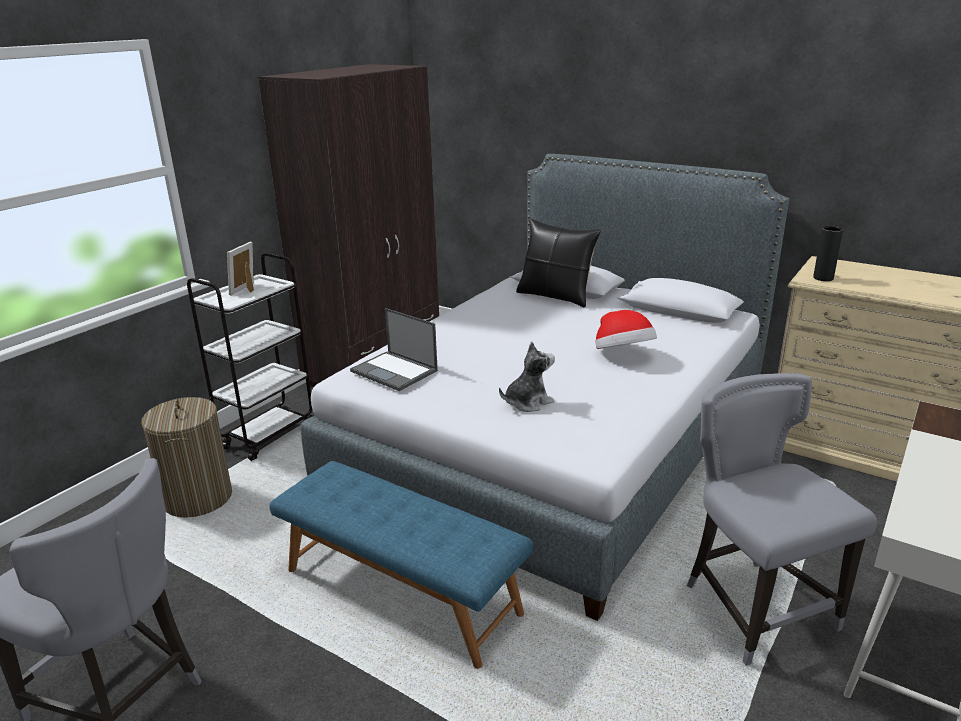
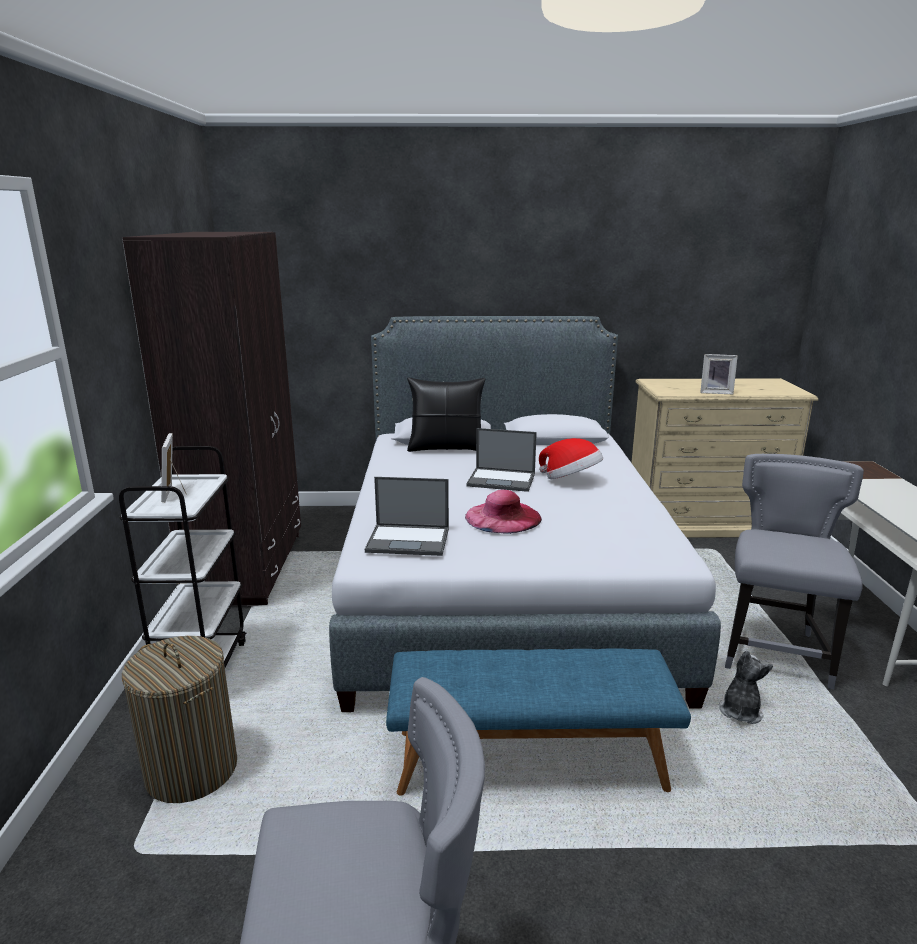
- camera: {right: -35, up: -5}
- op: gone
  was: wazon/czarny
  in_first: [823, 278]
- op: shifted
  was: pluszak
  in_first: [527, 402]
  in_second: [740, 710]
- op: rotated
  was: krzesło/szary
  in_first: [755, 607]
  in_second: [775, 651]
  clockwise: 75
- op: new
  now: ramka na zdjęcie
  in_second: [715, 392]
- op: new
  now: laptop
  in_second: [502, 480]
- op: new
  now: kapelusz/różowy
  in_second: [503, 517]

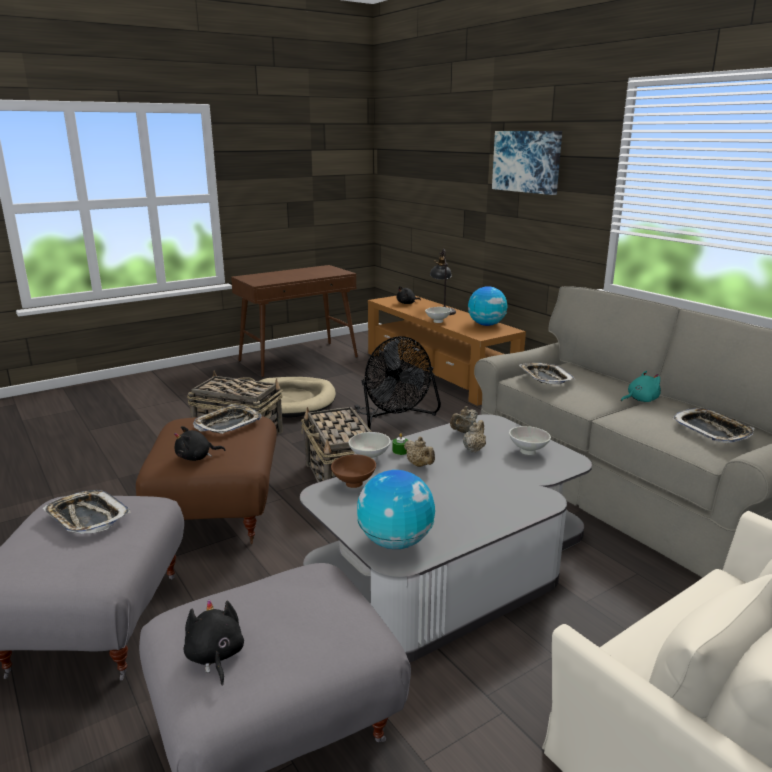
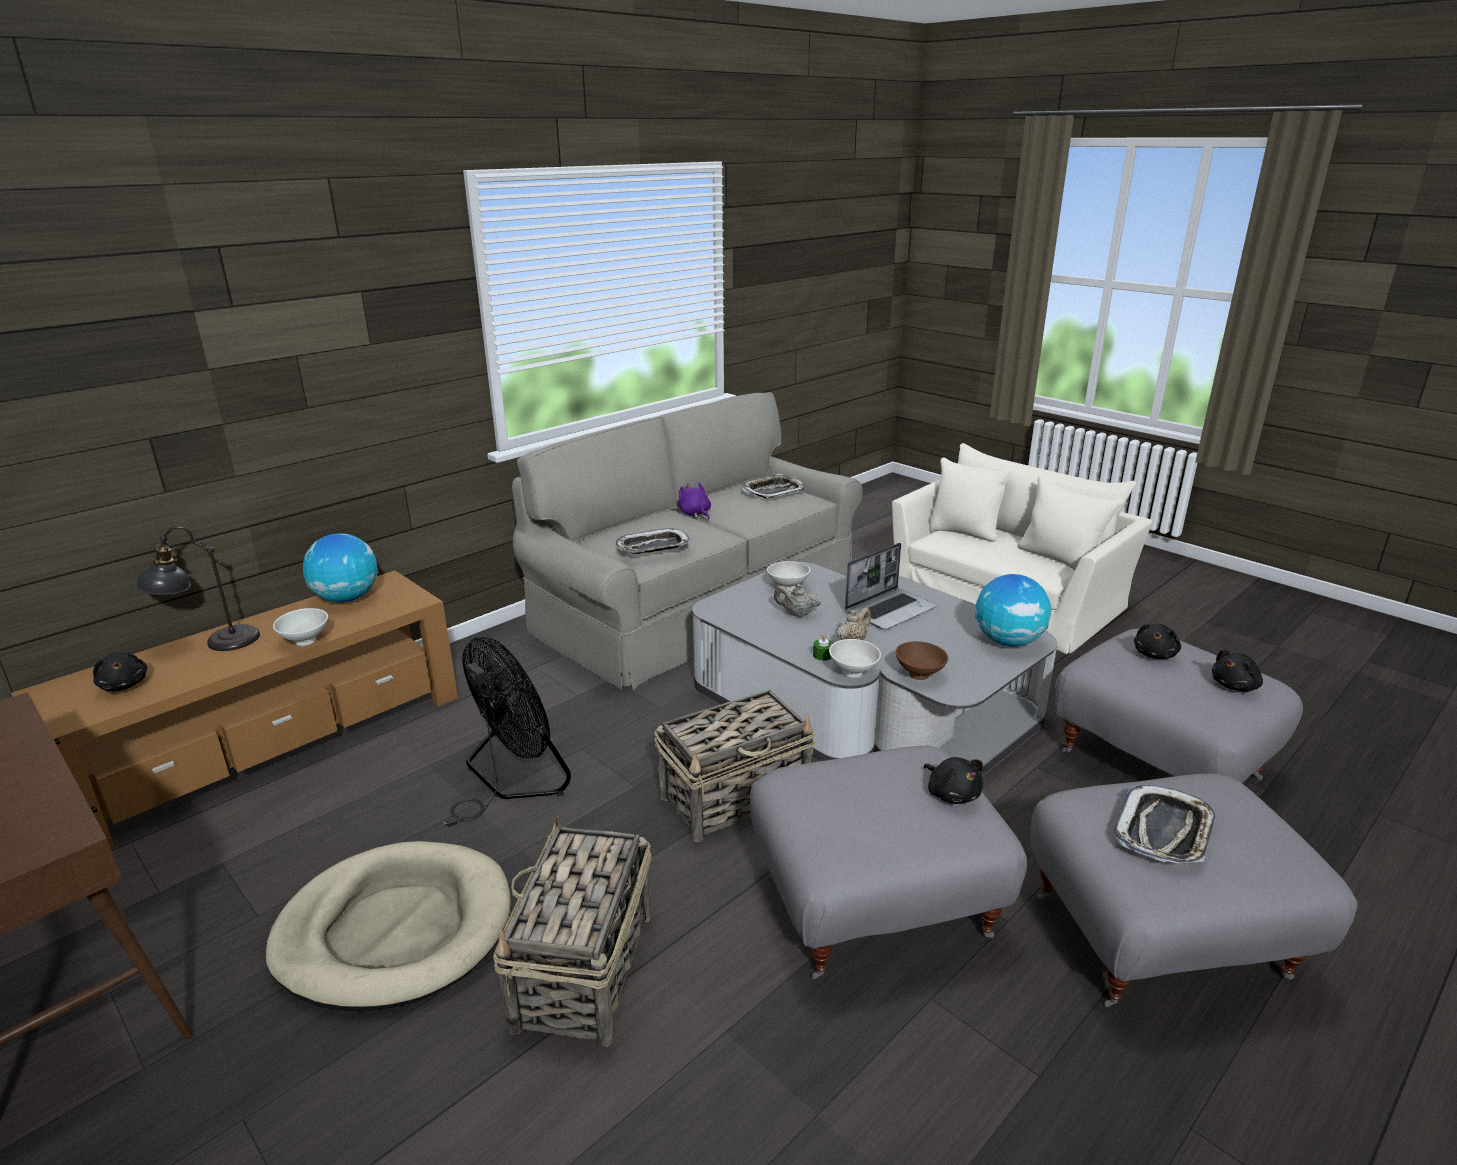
- camera: {right: -100, up: 5}
- op: gone
  was: obraz
  in_first: [527, 161]
- op: repainted
  was: pluszak/turkusowy
  now: pluszak/fioletowy
  in_first: [640, 400]
  in_second: [695, 514]
- op: gone
  was: taca
  in_first: [228, 424]
- op: gone
  was: imbryk/beżowy
  in_first: [464, 432]
- op: repainted
  was: pufa/brązowy
  now: pufa/szary
  in_first: [219, 513]
  in_second: [875, 903]
- op: new
  now: laptop
  in_second: [890, 610]
- op: new
  now: pluszak/czarny
  in_second: [1155, 654]

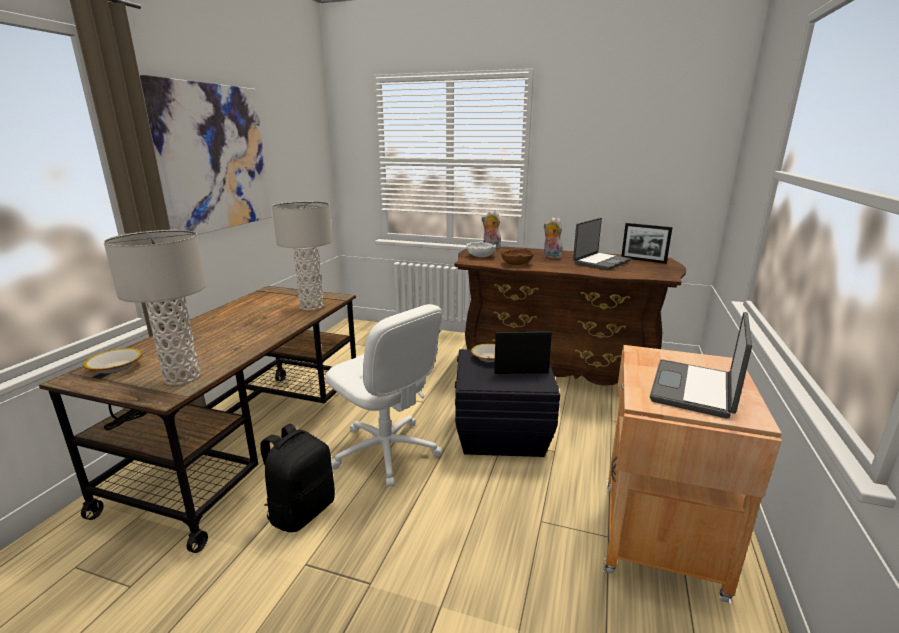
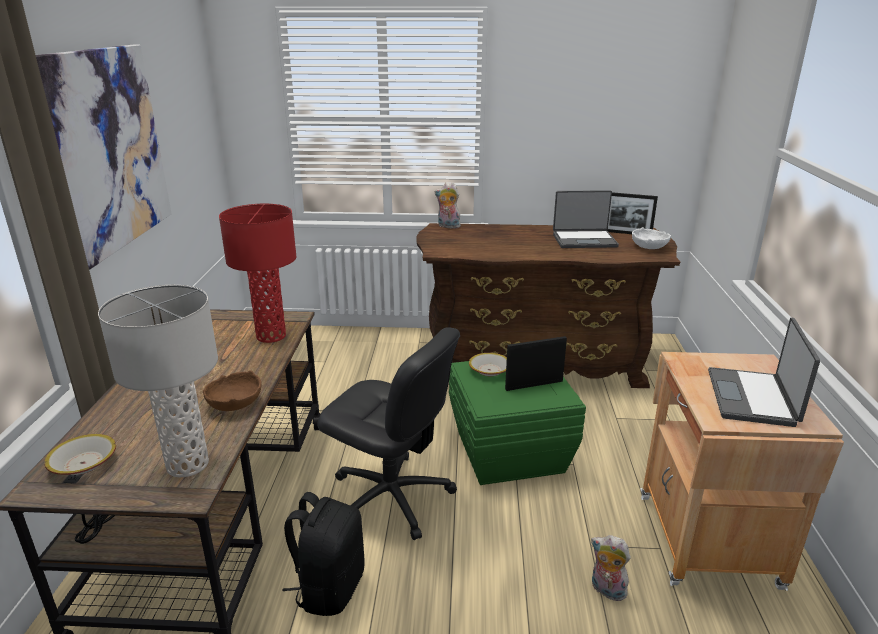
- camera: {right: -15, up: 5}
- op: repainted
  was: lampa stołowa/biały
  now: lampa stołowa/czerwony
  in_first: [311, 306]
  in_second: [270, 336]
- op: shifted
  was: pluszak
  in_first: [551, 257]
  in_second: [606, 590]
- op: rotated
  was: laptop
  in_first: [600, 262]
  in_second: [584, 240]
  clockwise: 60
- op: shifted
  was: miska/biały
  in_first: [481, 256]
  in_second: [649, 247]
- op: shifted
  was: miska/brązowy
  in_first: [516, 264]
  in_second: [234, 404]
- op: repainted
  was: krzesło biurowe/biały
  now: krzesło biurowe/czarny
  in_first: [386, 451]
  in_second: [391, 497]
- op: repainted
  was: pojemnik do przechowywania/czarny
  now: pojemnik do przechowywania/zielony
  in_first: [501, 432]
  in_second: [508, 451]

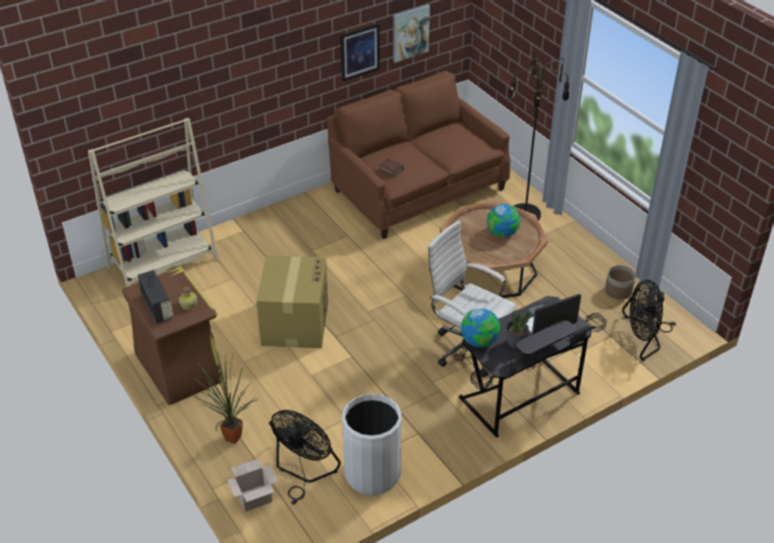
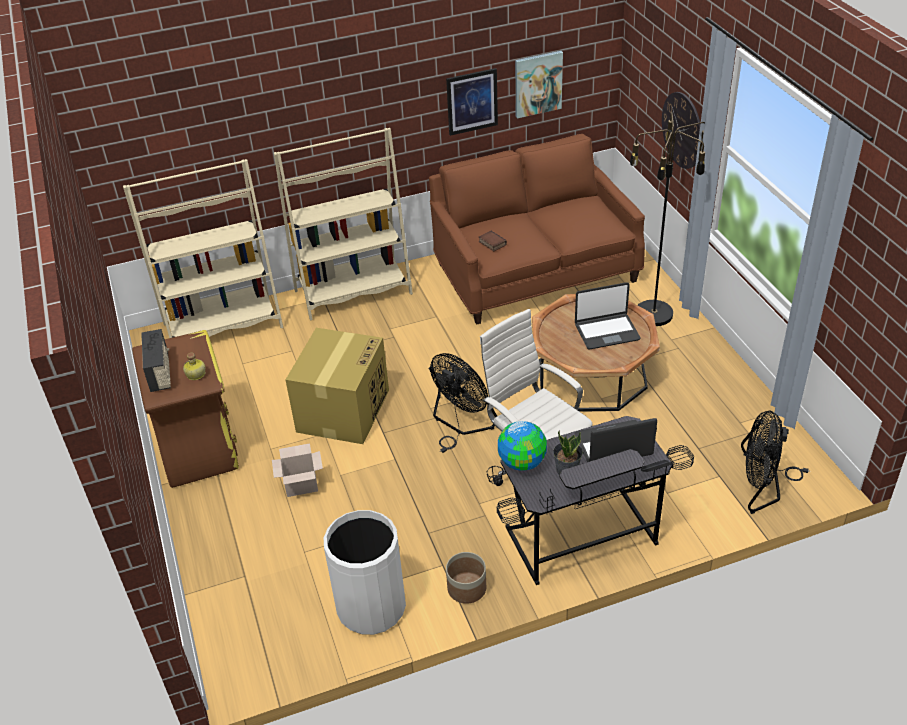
- camera: {right: 15, up: 0}
- op: swapped
  was: globus
  now: laptop
  in_first: [502, 233]
  in_second: [606, 332]
- op: shifted
  was: donica
  in_first: [618, 291]
  in_second: [466, 588]
- op: gone
  was: roślina doniczkowa
  in_first: [231, 440]
- op: shifted
  was: wentylator/czarny
  in_first: [301, 469]
  in_second: [457, 421]
- op: shifted
  was: karton
  in_first: [255, 497]
  in_second: [302, 484]
- op: new
  now: zegar ścienny
  in_second: [682, 130]
- op: new
  now: regał/beżowy
  in_second: [353, 292]

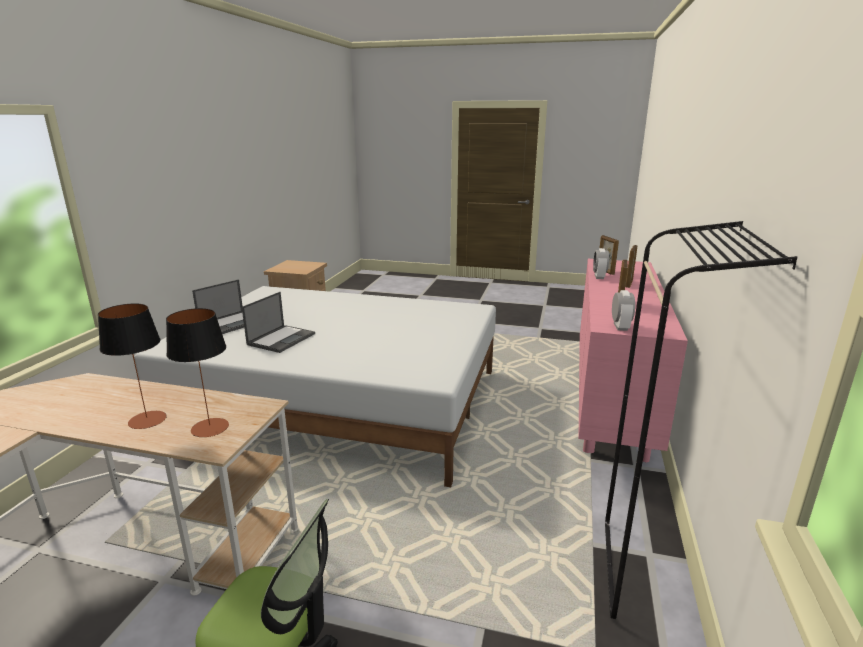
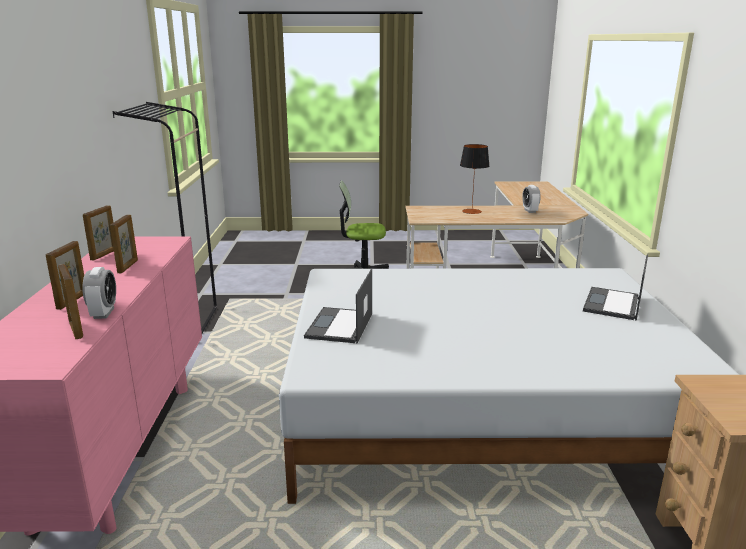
- camera: {right: 165, up: 0}
- op: shifted
  was: budzik
  in_first: [620, 327]
  in_second: [530, 211]
- op: shifted
  was: laptop
  in_first: [281, 339]
  in_second: [339, 326]
- op: gone
  was: lampa stołowa
  in_first: [210, 427]
- op: new
  now: ramka na zdjęcie
  in_second: [104, 254]

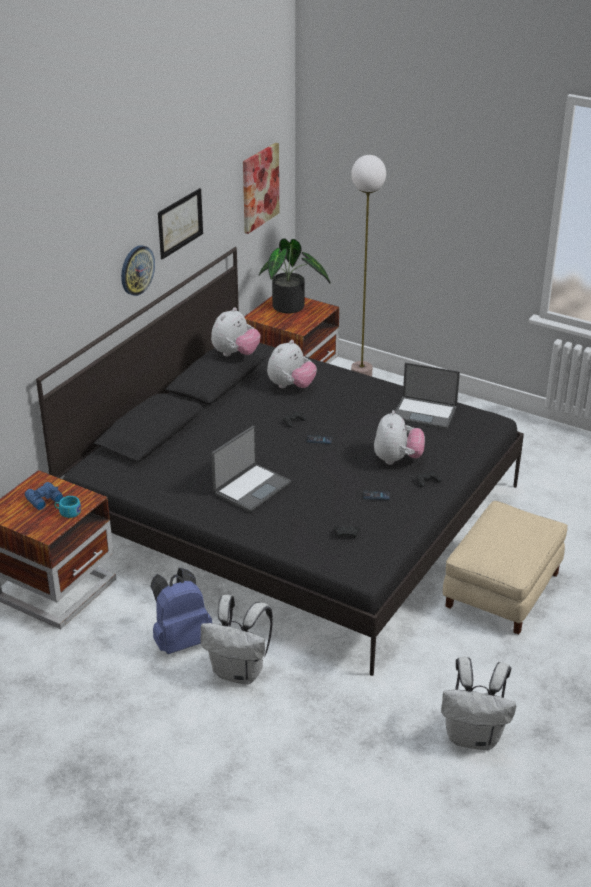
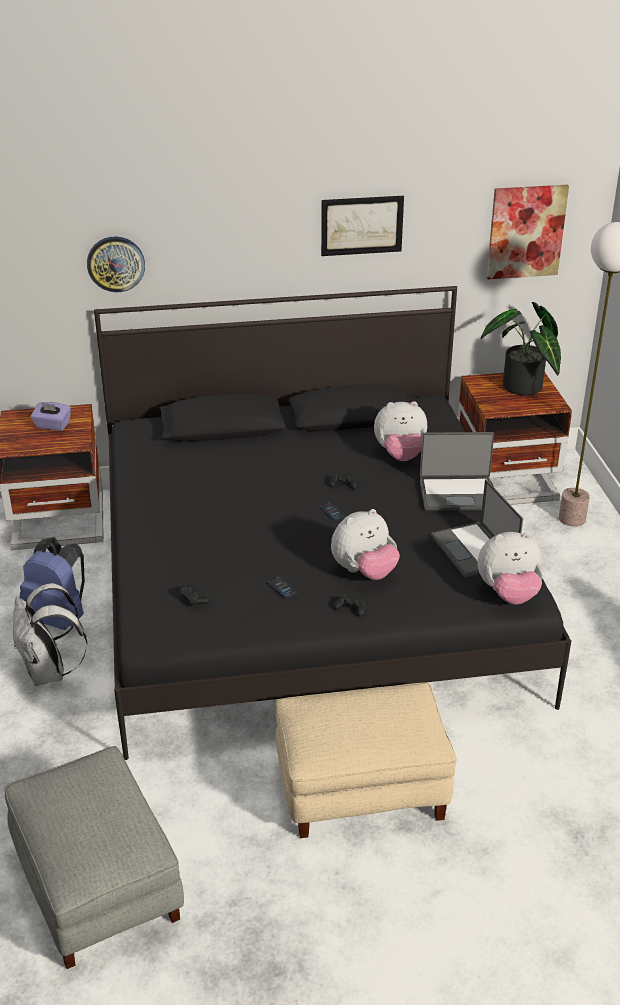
- camera: {right: 50, up: 0}
- op: shifted
  was: zegar ścienny
  in_first: [136, 270]
  in_second: [116, 263]
- op: shifted
  was: pluszak
  in_first: [235, 354]
  in_second: [508, 594]
- op: shifted
  was: laptop
  in_first: [251, 488]
  in_second: [457, 494]
- op: swapped
  was: lornetka/niebieski
  now: pudełko chusteczek/fioletowy
  in_first: [43, 500]
  in_second: [52, 426]
- op: gone
  was: filiżanka/turkusowy
  in_first: [68, 512]
- op: swapped
  was: plecak/biały
  now: pufa/szary
  in_first: [474, 736]
  in_second: [99, 883]

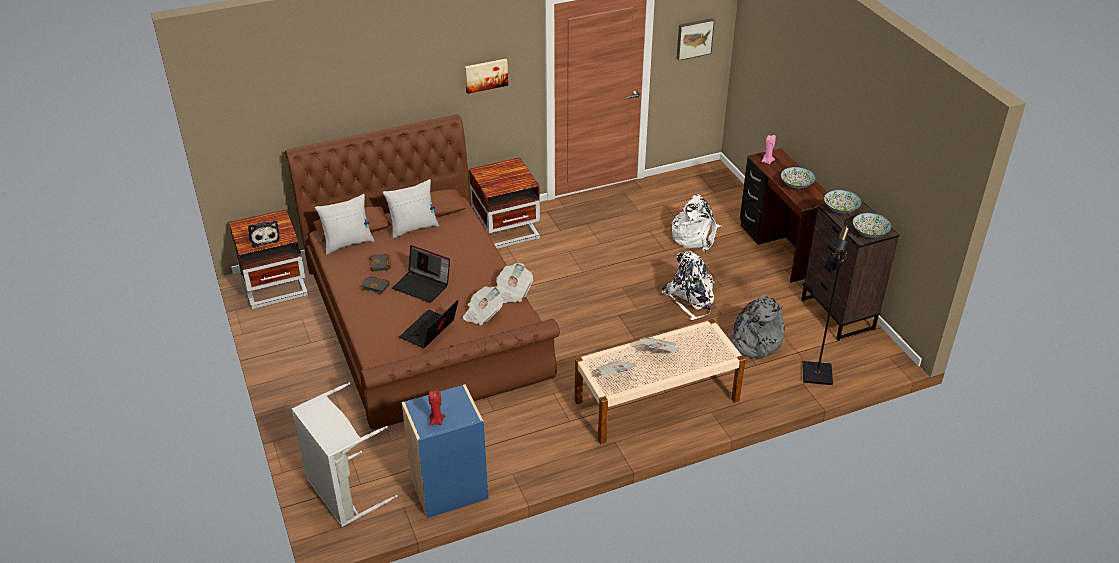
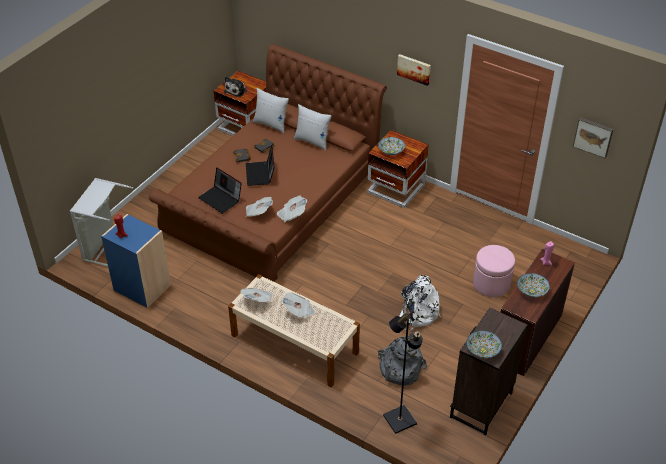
- camera: {right: 55, up: 5}
- op: shifted
  was: miska
  in_first: [841, 209]
  in_second: [391, 151]
- op: swapped
  was: plecak/biały
  now: pufa/różowy
  in_first: [695, 236]
  in_second: [491, 283]
- op: rotated
  was: laptop
  in_first: [429, 332]
  in_second: [221, 199]
  clockwise: -135

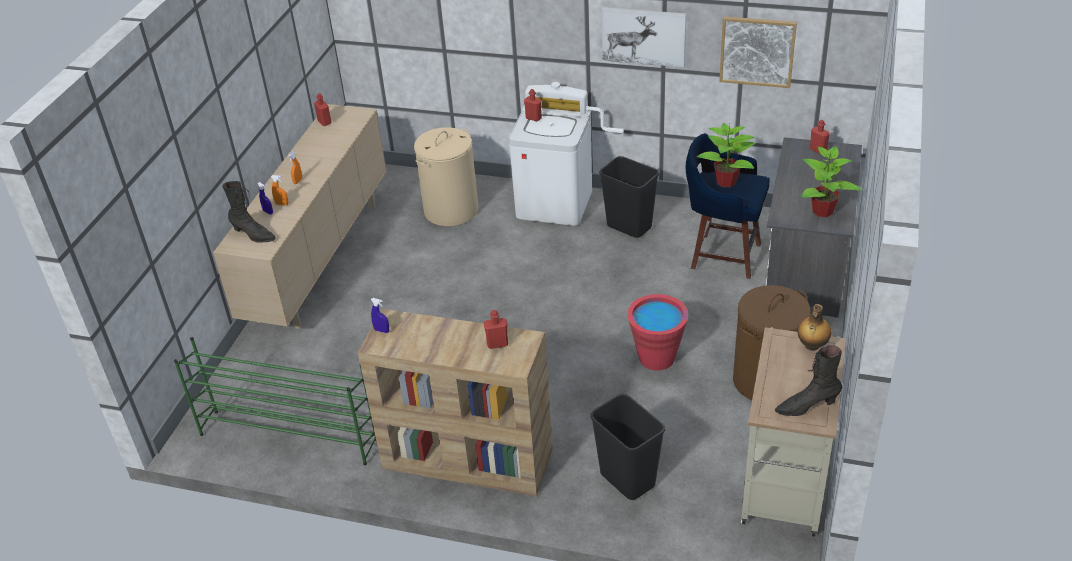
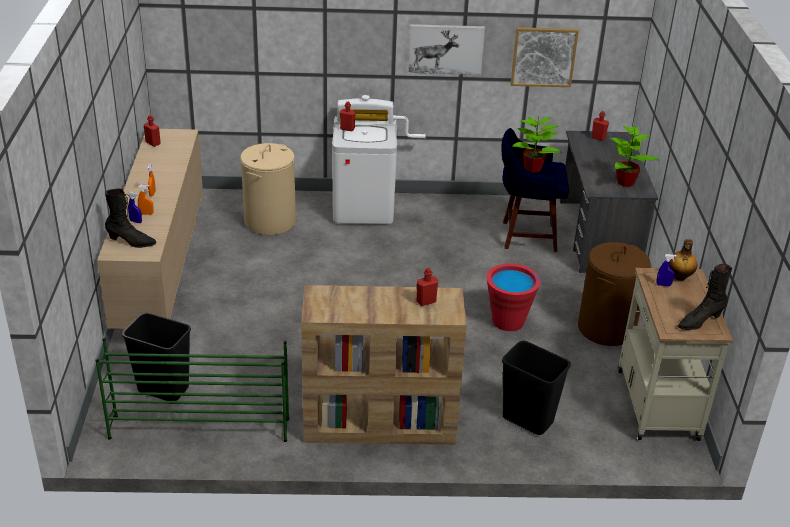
- camera: {right: -20, up: -5}
- op: shifted
  was: kosz na śmieci/czarny
  in_first: [630, 226]
  in_second: [164, 389]
- op: shifted
  was: spryskiwacz/niebieski
  in_first: [381, 330]
  in_second: [663, 285]

